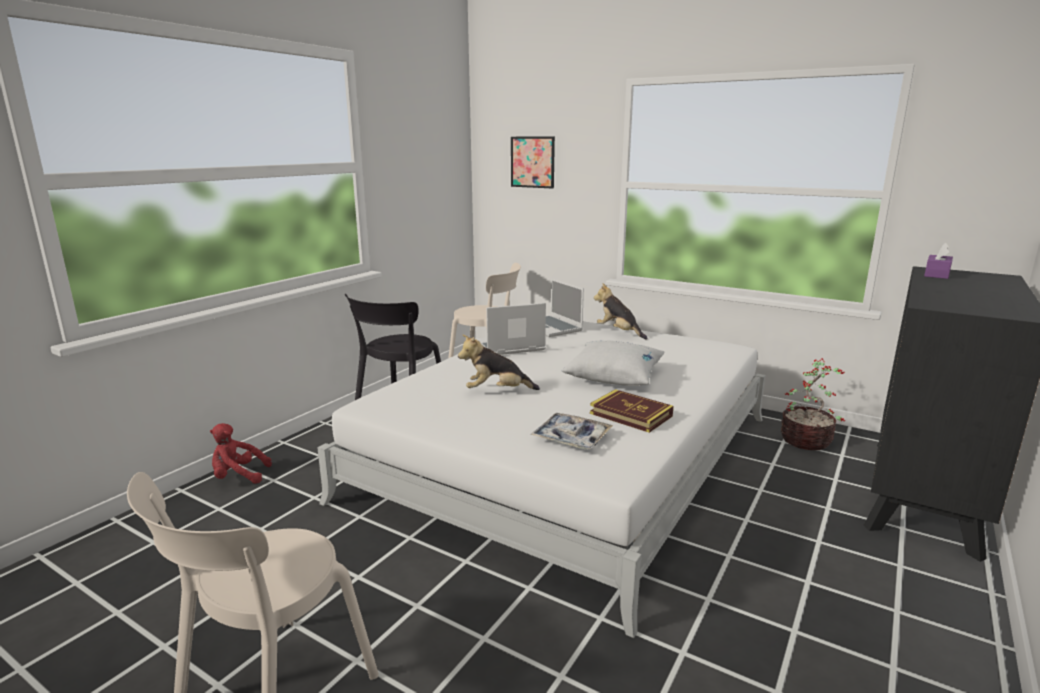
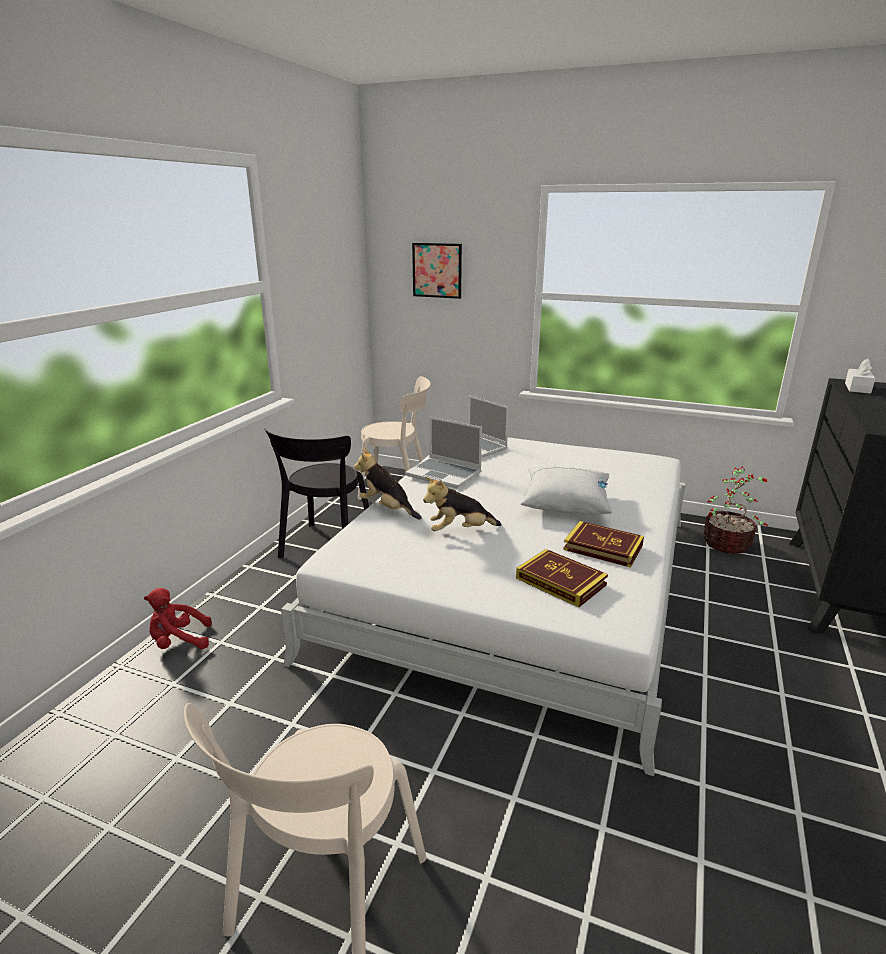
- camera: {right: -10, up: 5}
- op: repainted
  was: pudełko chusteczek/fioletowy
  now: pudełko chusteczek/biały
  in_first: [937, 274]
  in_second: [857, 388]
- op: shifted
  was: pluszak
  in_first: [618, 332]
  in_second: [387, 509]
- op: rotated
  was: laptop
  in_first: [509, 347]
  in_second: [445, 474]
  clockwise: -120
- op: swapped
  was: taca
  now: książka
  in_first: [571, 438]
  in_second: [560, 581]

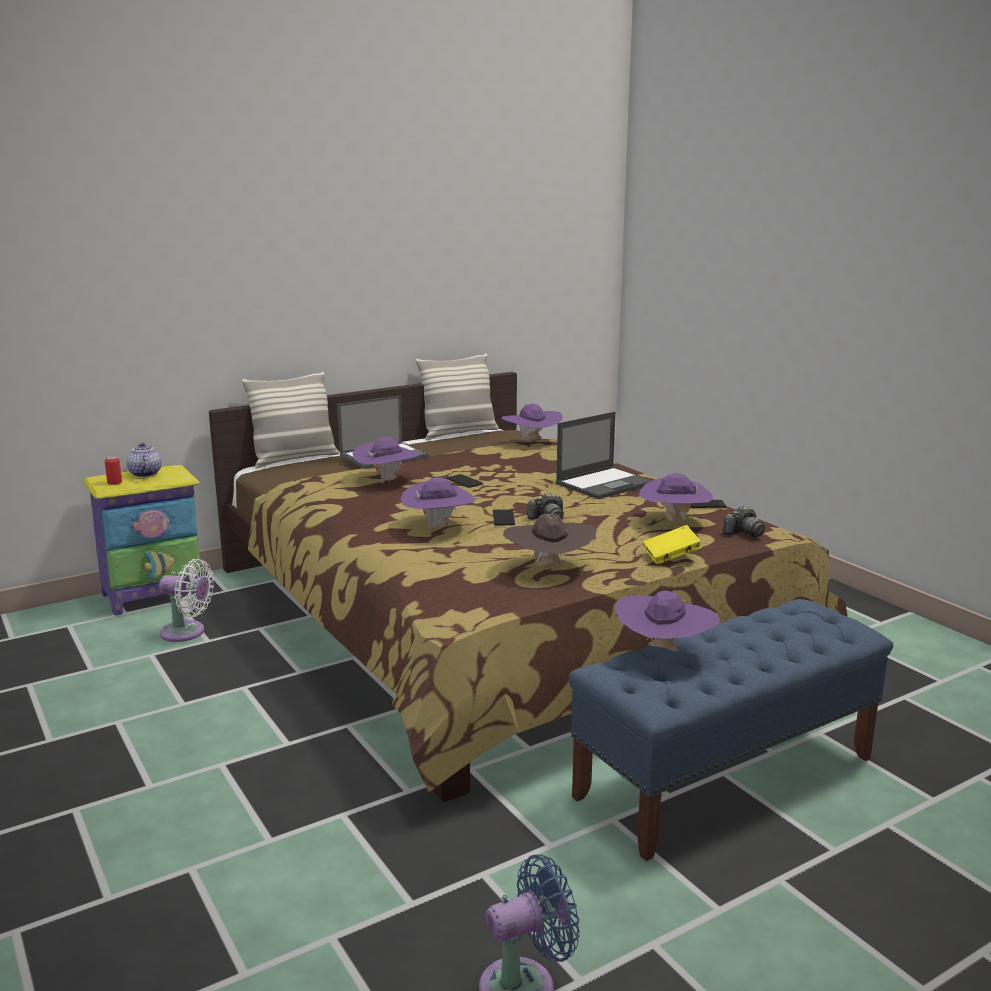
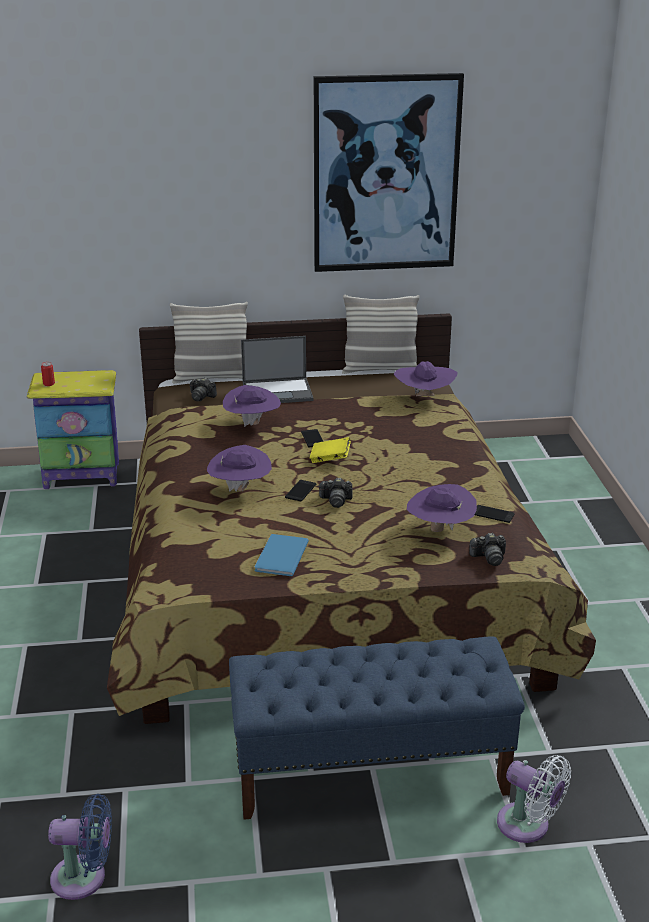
- camera: {right: 25, up: 10}
- op: gone
  was: laptop
  in_first: [605, 483]
- op: gone
  was: imbryk
  in_first: [144, 474]
- op: swapped
  was: kapelusz/brązowy
  now: książka/niebieski
  in_first: [549, 568]
  in_second: [279, 557]
- op: shifted
  was: książka/żółty
  in_first: [670, 557]
  in_second: [330, 459]
- op: shifted
  was: wentylator/biały
  in_first: [187, 633]
  in_second: [528, 826]
- op: gone
  was: kapelusz/fioletowy
  in_first: [664, 651]
- op: new
  now: obraz
  in_second: [386, 174]
- op: new
  now: aparat fotograficzny
  in_second: [201, 397]

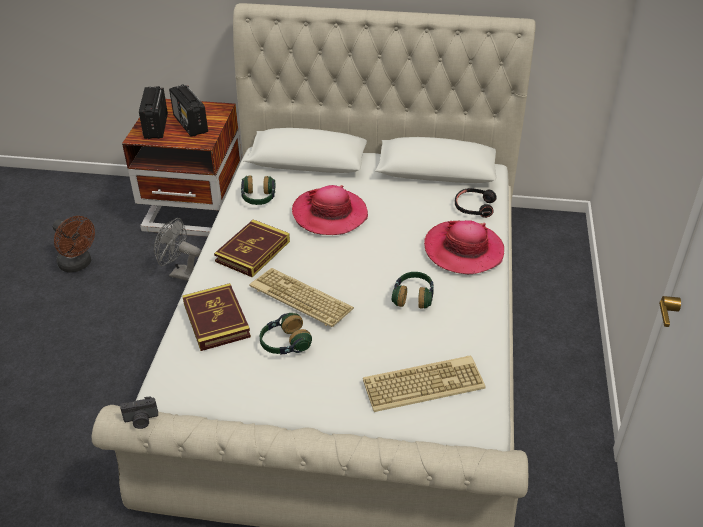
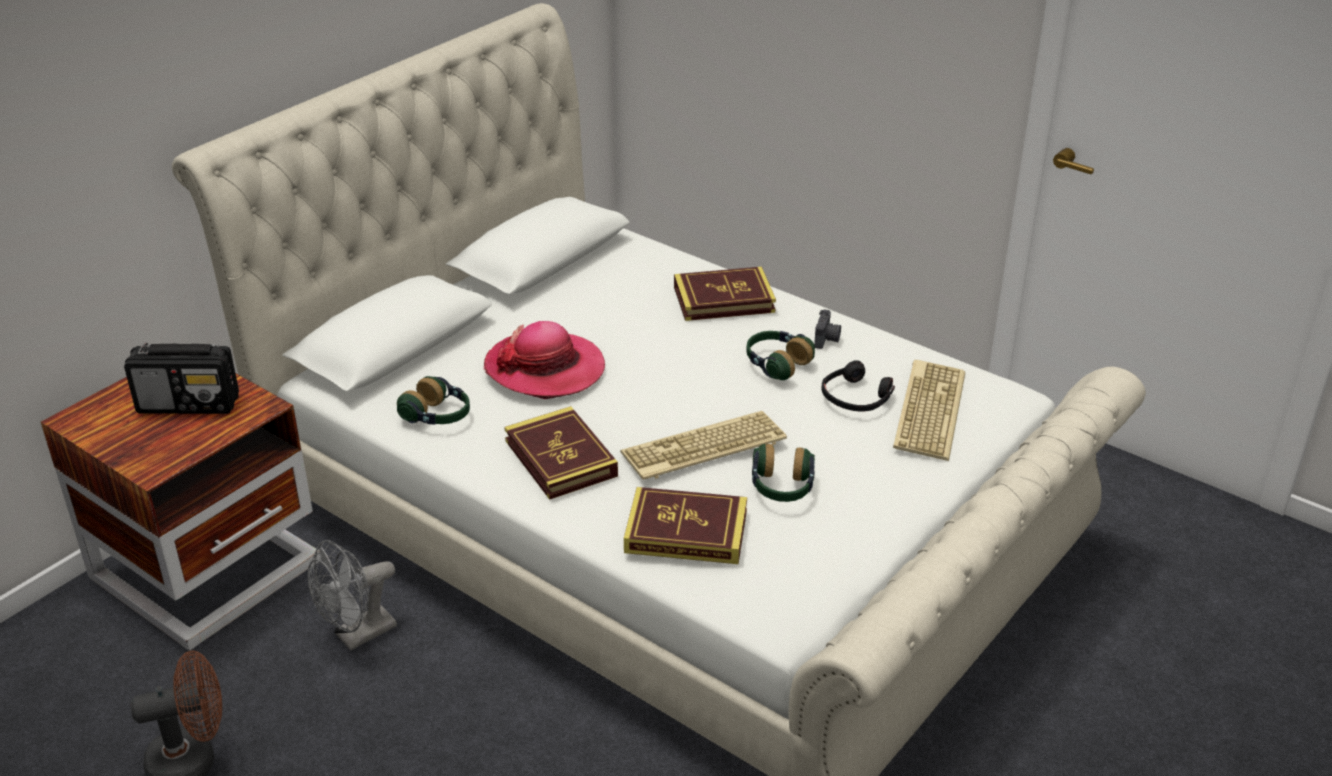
- camera: {right: -60, up: -5}
- op: gone
  was: radio
  in_first: [156, 127]
- op: shifted
  was: słuchawki/czarny
  in_first: [474, 207]
  in_second: [855, 398]
- op: swapped
  was: kapelusz
  now: książka
  in_first: [463, 250]
  in_second: [724, 299]
- op: shifted
  was: aparat fotograficzny
  in_first: [141, 420]
  in_second: [827, 339]

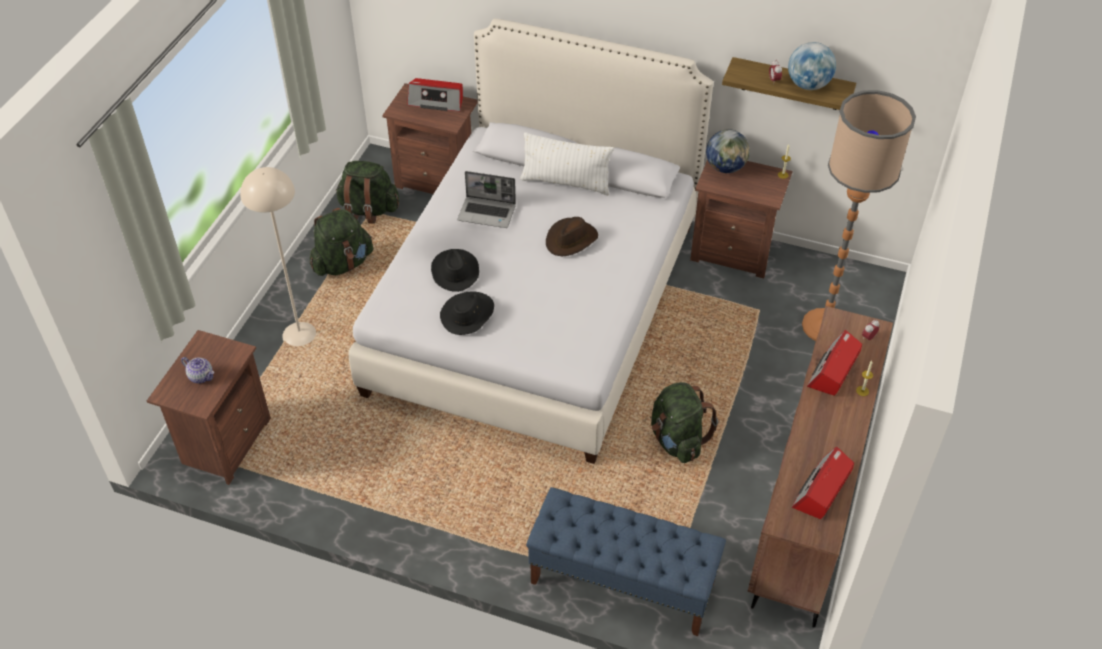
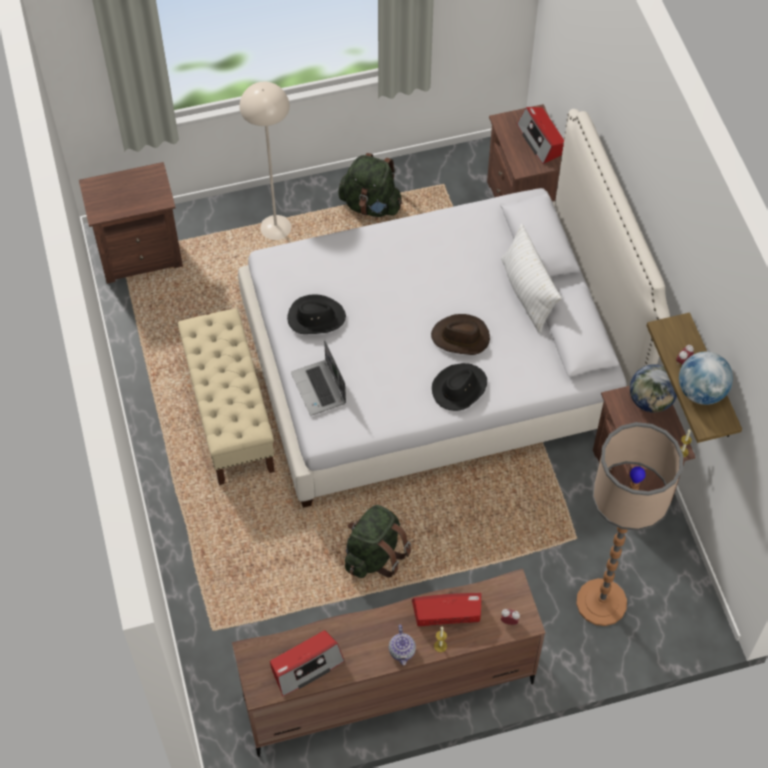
- camera: {right: 55, up: 10}
- op: gone
  was: plecak/zielony
  in_first: [368, 210]
- op: shifted
  was: laptop
  in_first: [487, 213]
  in_second: [319, 389]
- op: shifted
  was: kapelusz/czarny
  in_first: [454, 271]
  in_second: [459, 388]
- op: shifted
  was: imbryk
  in_first: [201, 376]
  in_second: [402, 651]
- op: rotated
  was: radio
  in_first: [822, 490]
  in_second: [306, 666]
  clockwise: 150
- op: gone
  was: ławka/niebieski
  in_first: [622, 582]
- op: new
  now: ławka/beżowy
  in_second: [230, 415]

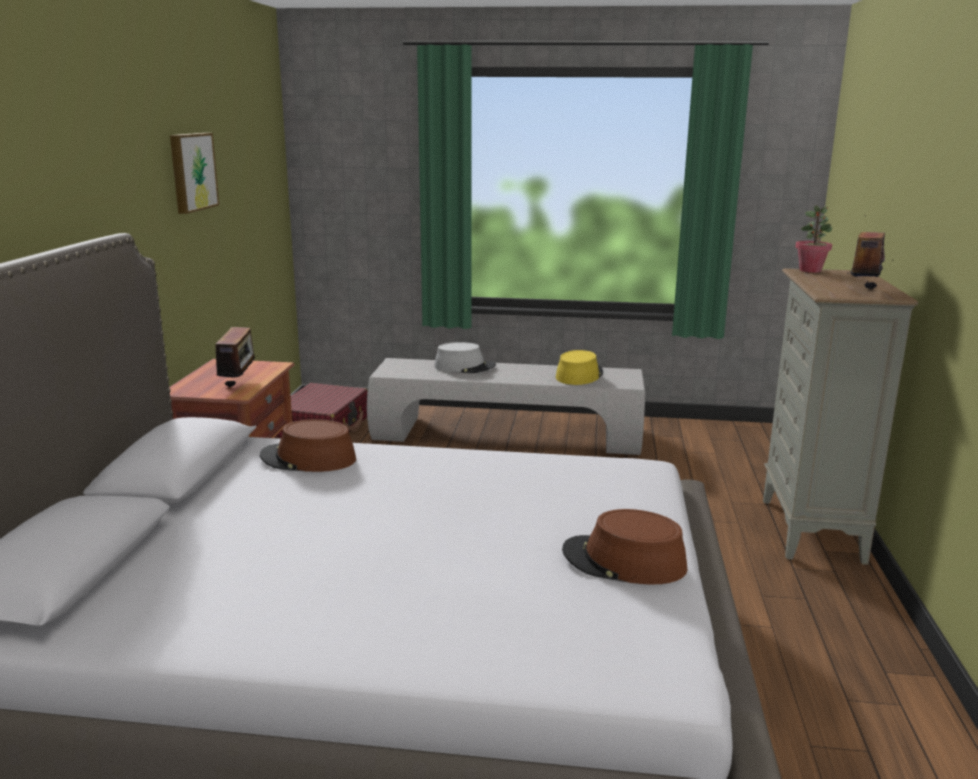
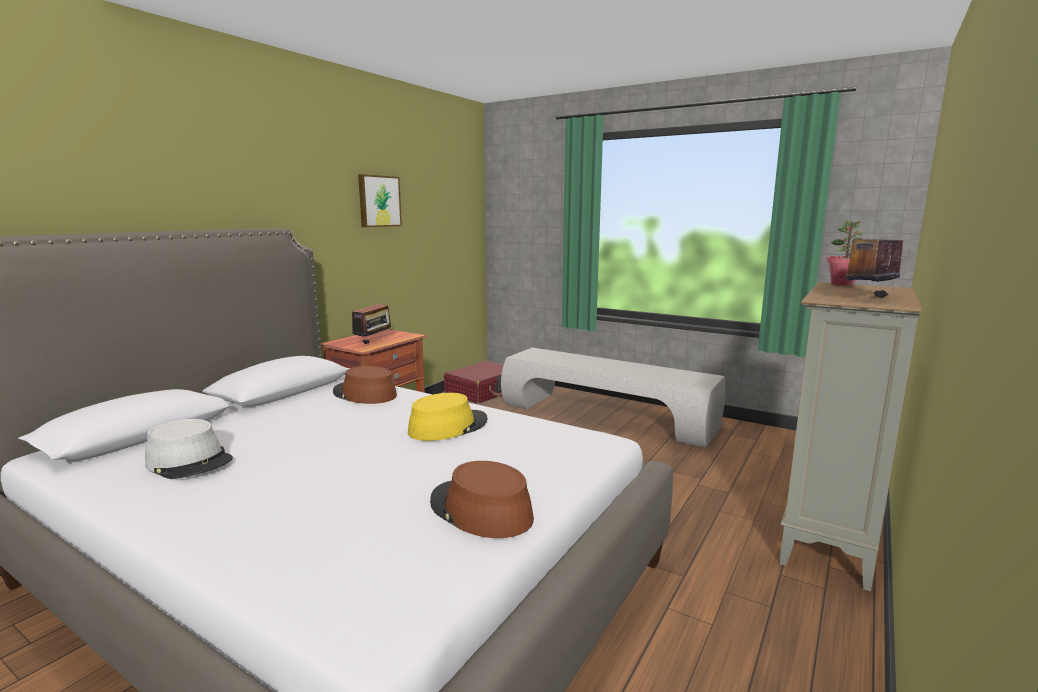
- camera: {right: 25, up: -5}
- op: shifted
  was: kapelusz/szary
  in_first: [465, 367]
  in_second: [190, 461]
- op: shifted
  was: kapelusz/żółty
  in_first: [579, 375]
  in_second: [448, 426]

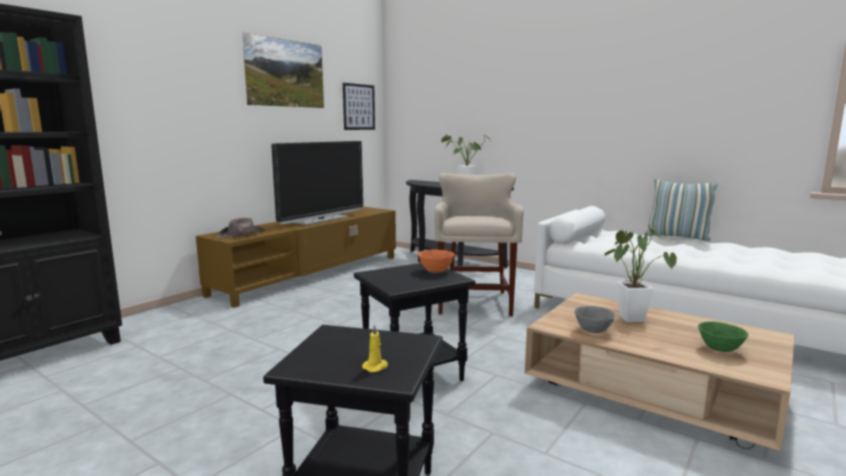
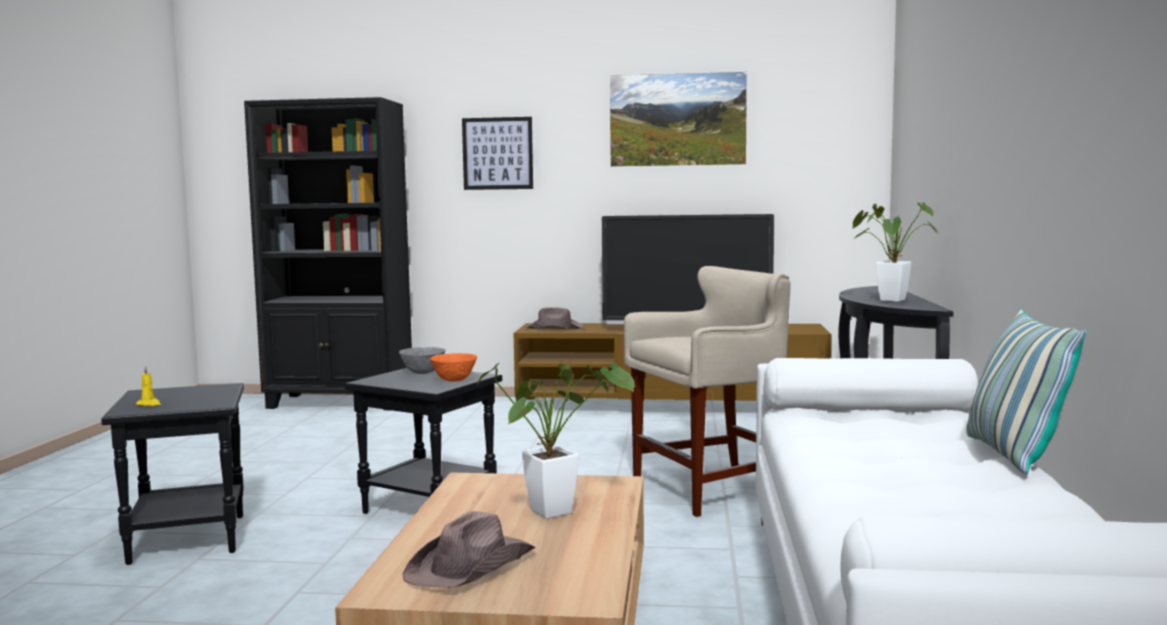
- camera: {right: 60, up: -5}
- op: shifted
  was: obraz
  in_first: [359, 107]
  in_second: [497, 153]
- op: shifted
  was: miska/szary
  in_first: [593, 331]
  in_second: [423, 373]
- op: swapped
  was: miska/zielony
  now: kapelusz/brązowy
  in_first: [720, 349]
  in_second: [472, 565]

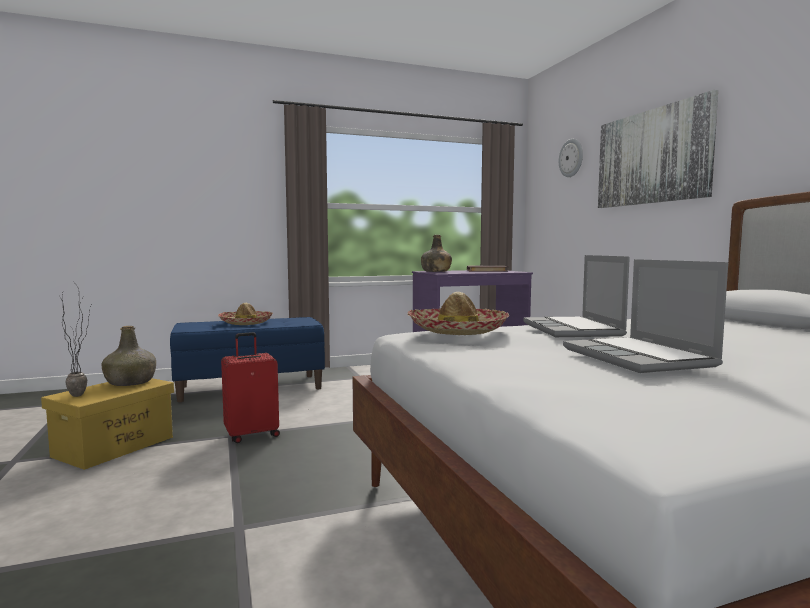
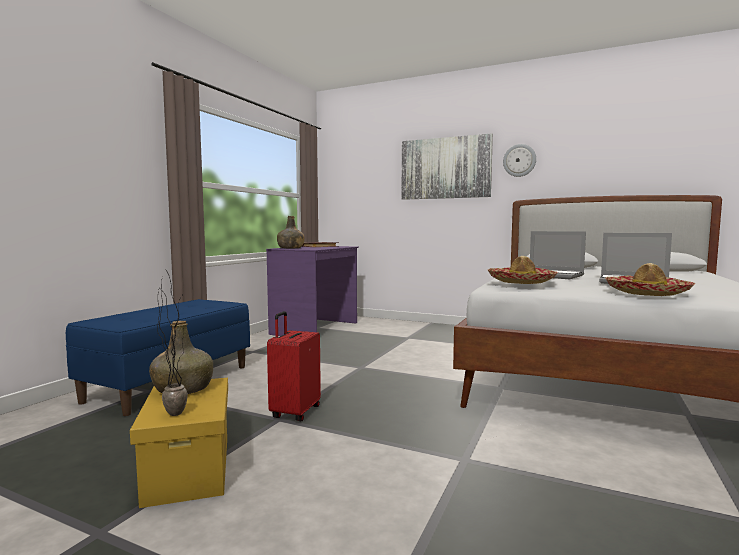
- camera: {right: -45, up: 0}
- op: shifted
  was: zegar ścienny
  in_first: [571, 158]
  in_second: [519, 160]
- op: shifted
  was: kapelusz
  in_first: [246, 323]
  in_second: [647, 293]

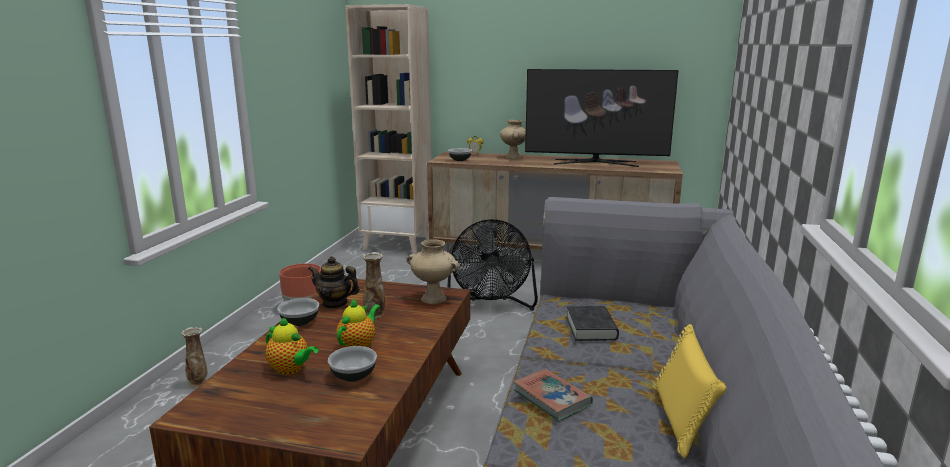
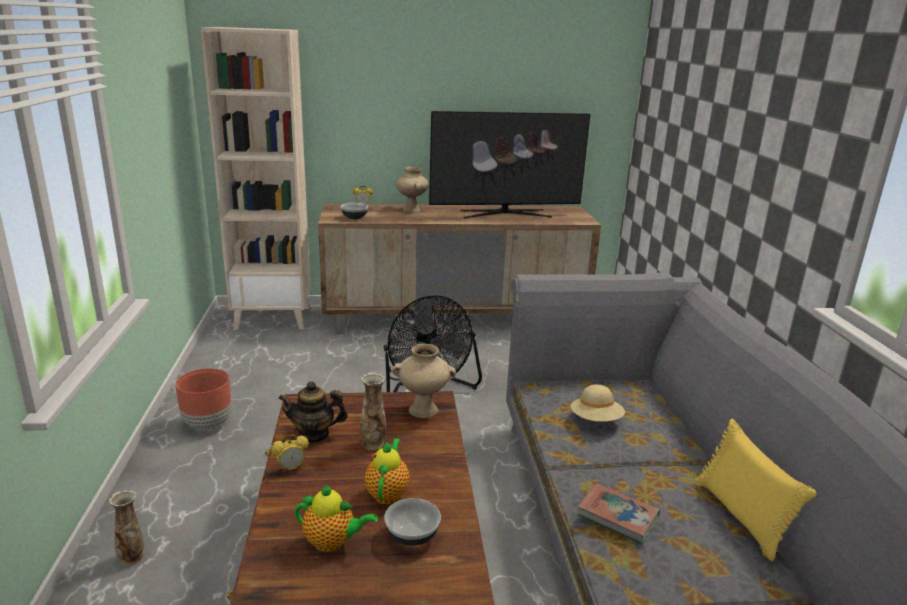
- camera: {right: -20, up: 5}
- op: swapped
  was: miska
  now: budzik
  in_first: [300, 321]
  in_second: [291, 469]
- op: swapped
  was: książka/czarny
  now: kapelusz/beżowy
  in_first: [591, 328]
  in_second: [596, 420]

